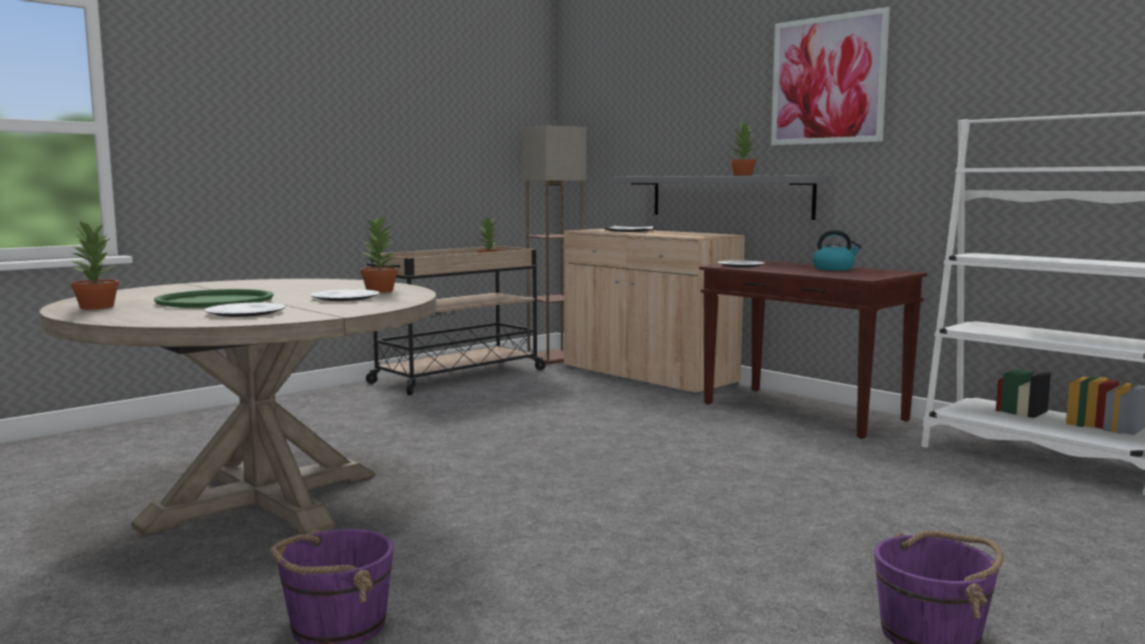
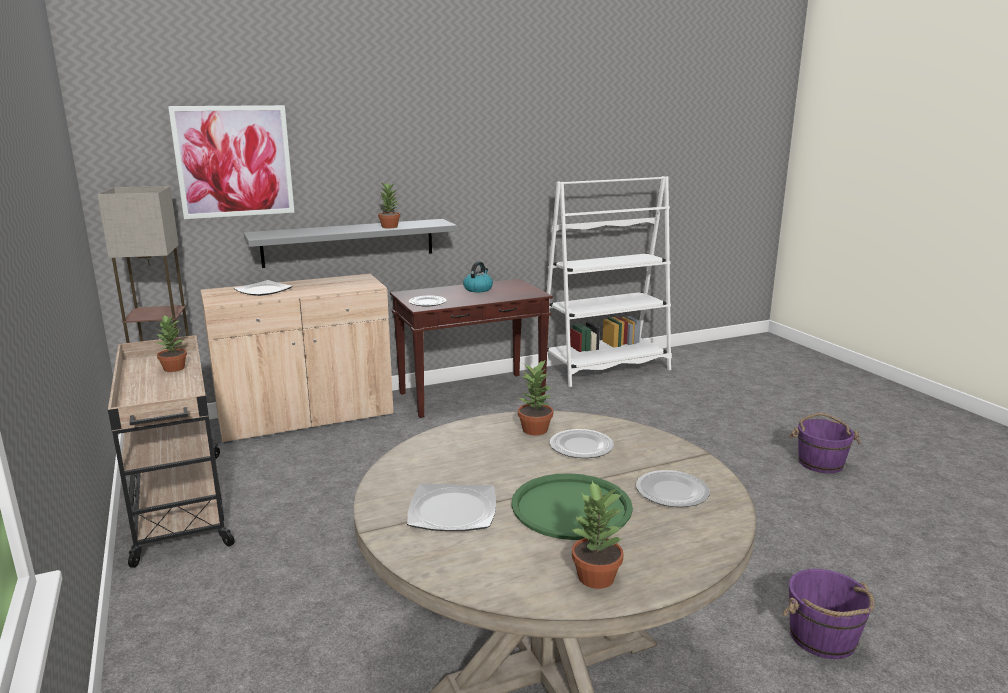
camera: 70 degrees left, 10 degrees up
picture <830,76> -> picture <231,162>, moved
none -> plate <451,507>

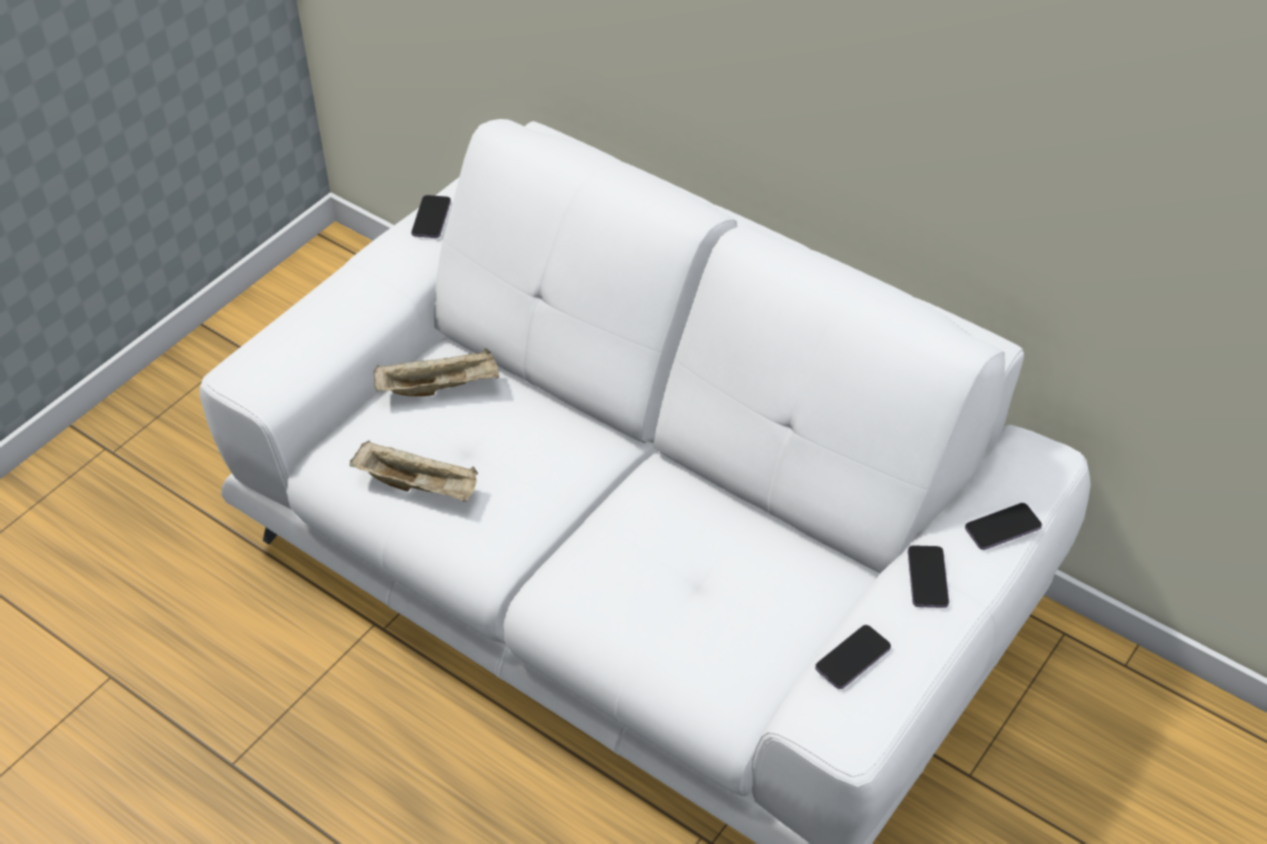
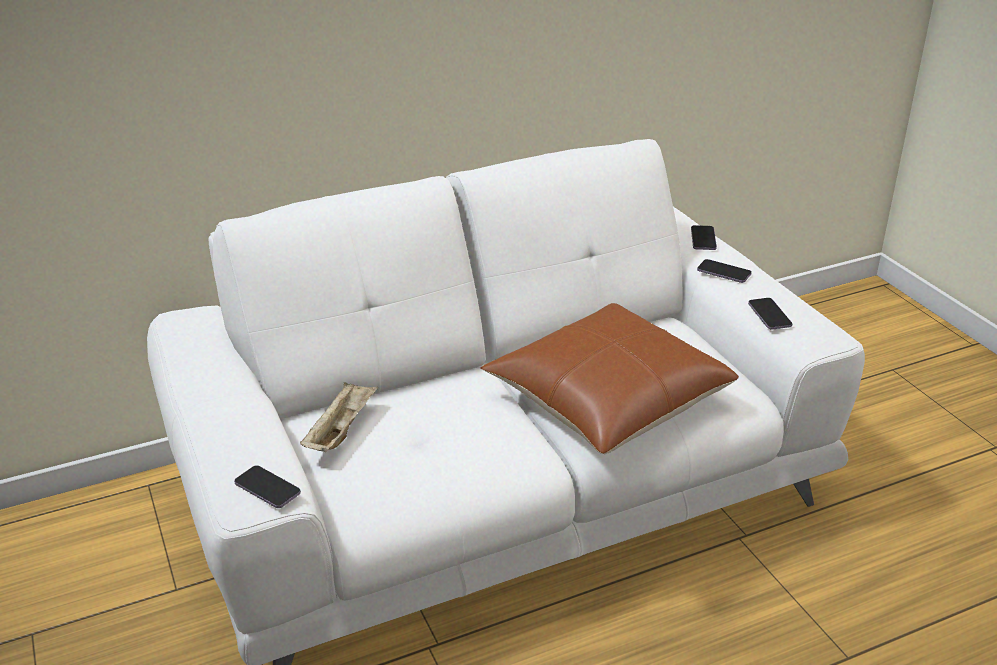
camera: 60 degrees left, 15 degrees down
beige tray <414,471> -> none
phone <431,216> -> phone <267,486>, moved
none -> brown pillow <609,378>

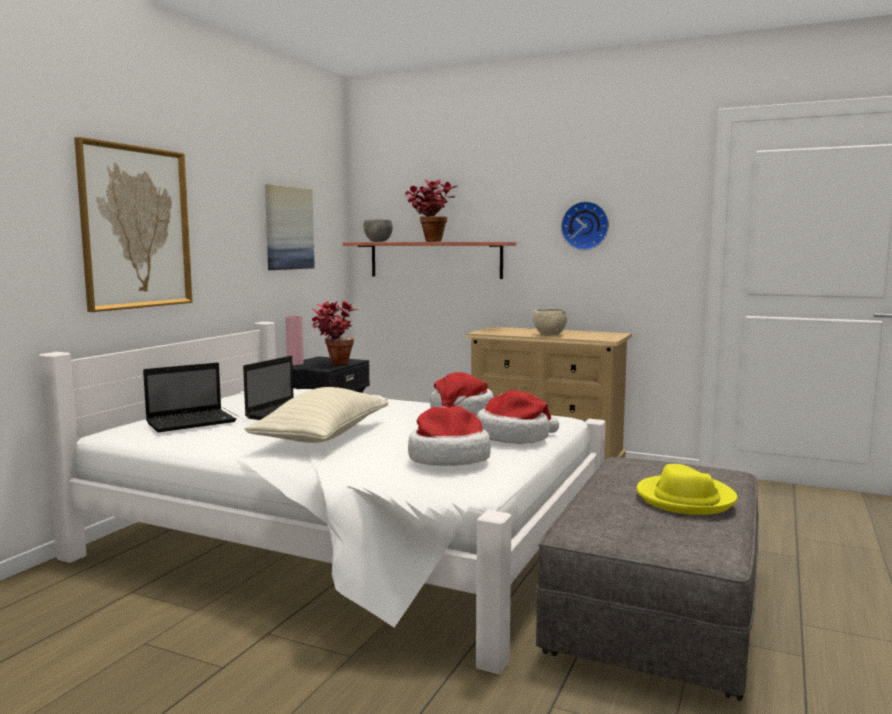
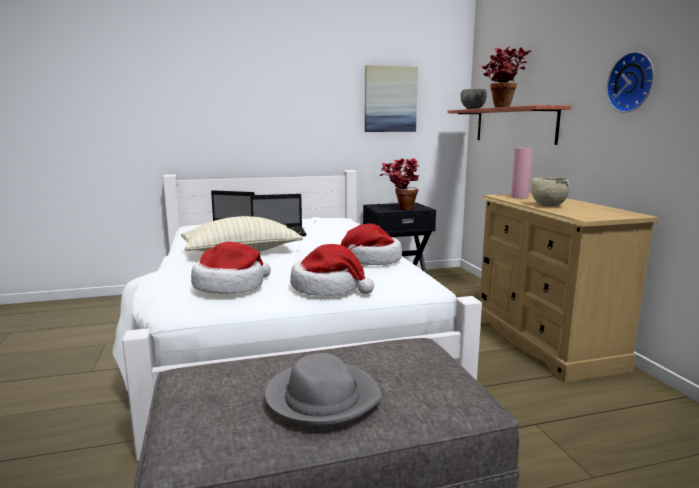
camera: 50 degrees right, 5 degrees up
picture <133,224> -> none
pink vase <294,340> -> pink vase <522,173>, moved
yellow hat <686,489> -> grey hat <323,390>

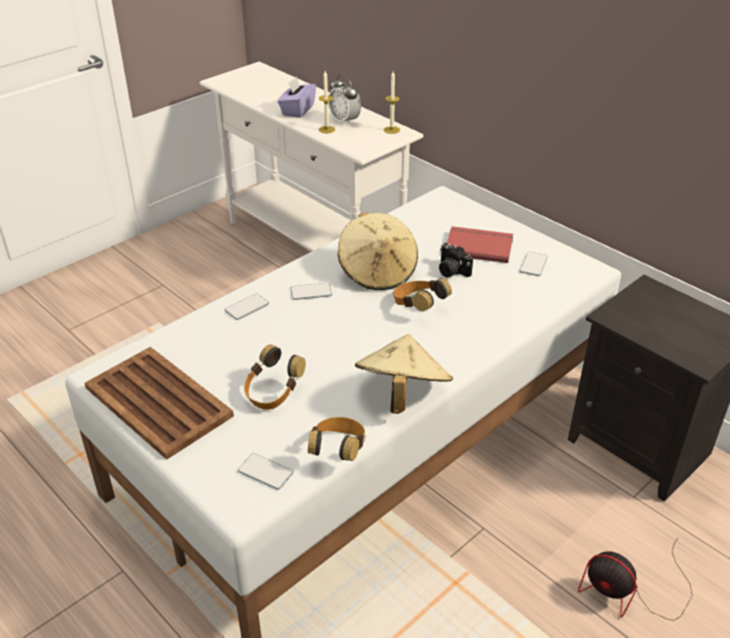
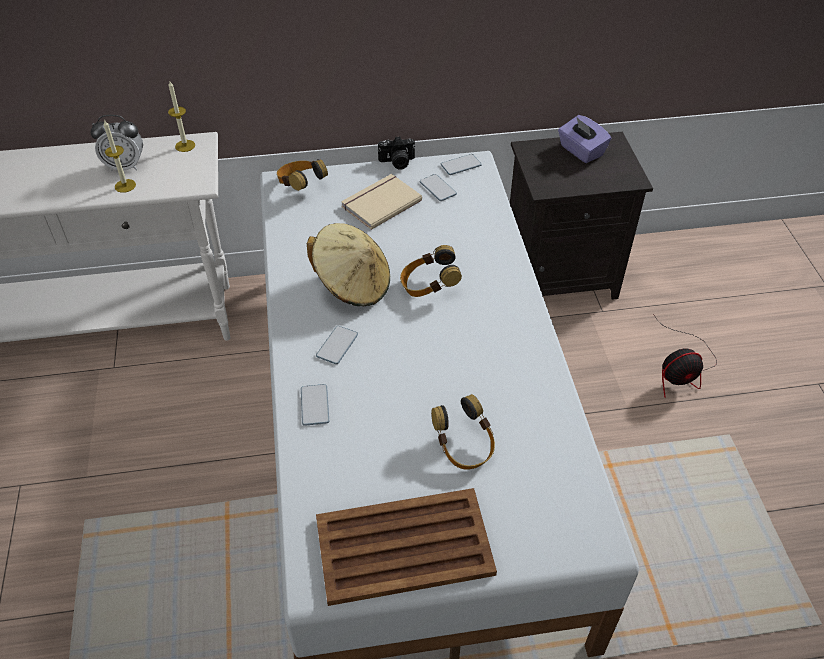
camera: 55 degrees left, 10 degrees up
phone <265,471> -> phone <461,164>, moved
purple tissue box <297,97> -> purple tissue box <584,139>, moved
headphones <337,439> -> headphones <302,175>, moved
beige hat <404,374> -> none
photo camera <456,260> -> photo camera <397,152>, moved
red book <480,244> -> beige book <381,202>

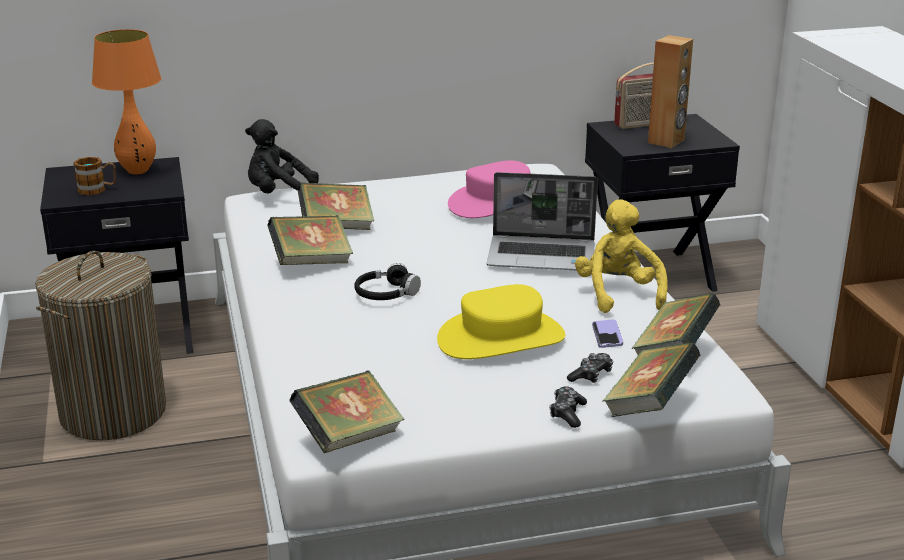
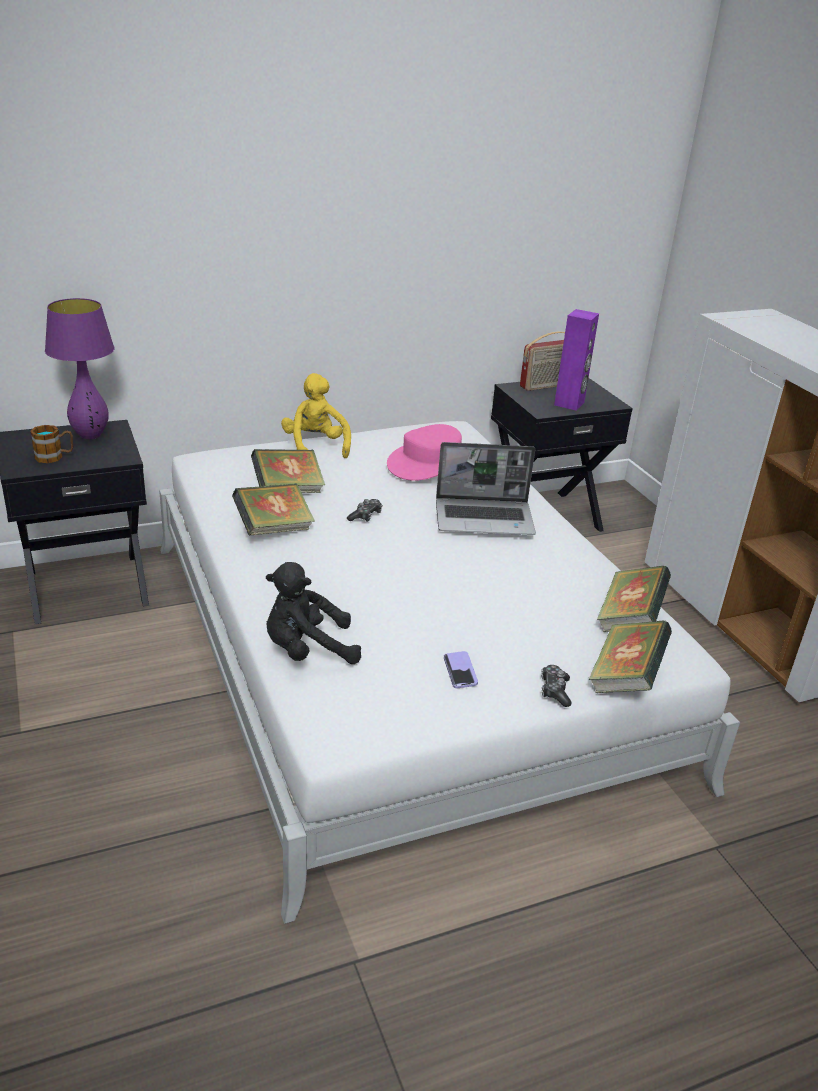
camera: 10 degrees left, 5 degrees up
laundry basket <100,345> -> none
orange table lamp <127,101> -> purple table lamp <79,368>
black plush toy <282,156> -> black plush toy <313,613>, moved
book <347,412> -> none
black headphones <387,281> -> none
yellow hat <501,321> -> none
game controller <590,368> -> game controller <364,510>, moved
yellow plush toy <621,256> -> yellow plush toy <316,415>, moved
phone <607,333> -> phone <461,669>, moved
brown speaker <670,91> -> purple speaker <576,360>

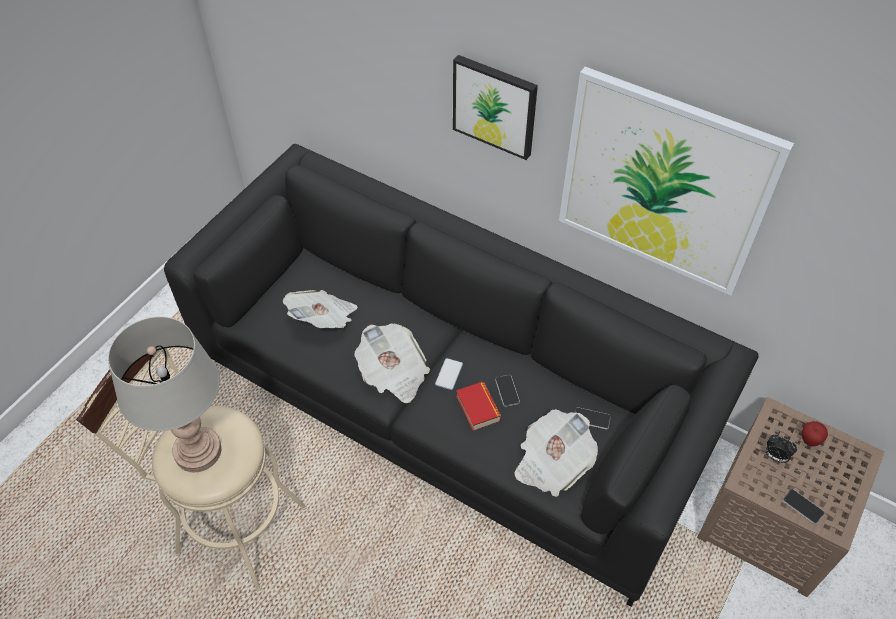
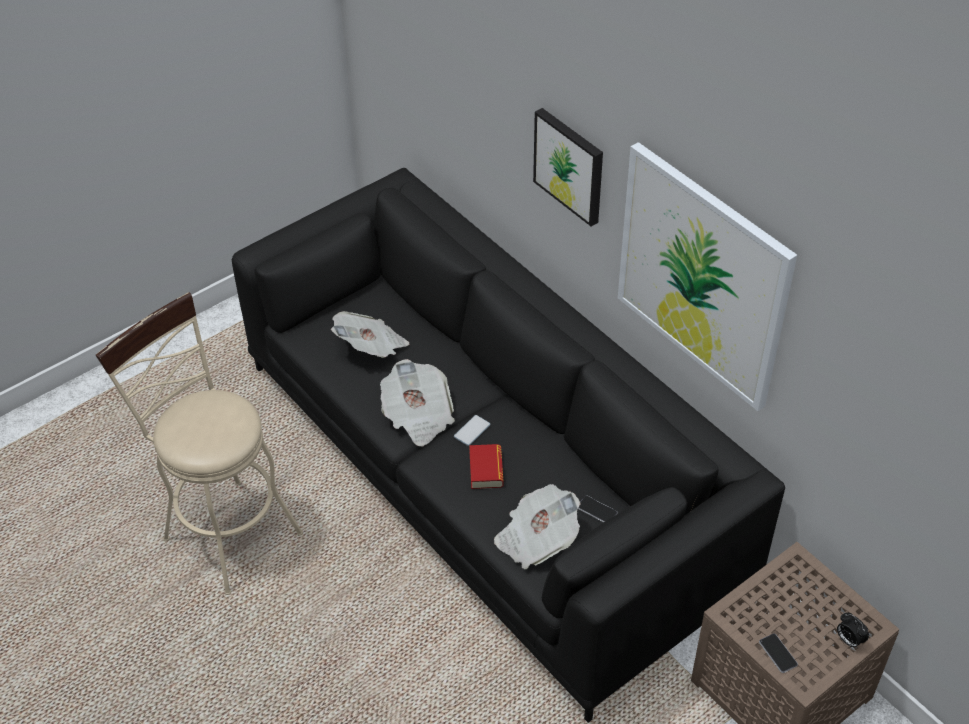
camera: 20 degrees right, 5 degrees down
grey table lamp <165,394> -> none
phone <507,391> -> none
alarm clock <781,449> -> alarm clock <853,630>, moved
apple <815,434> -> none

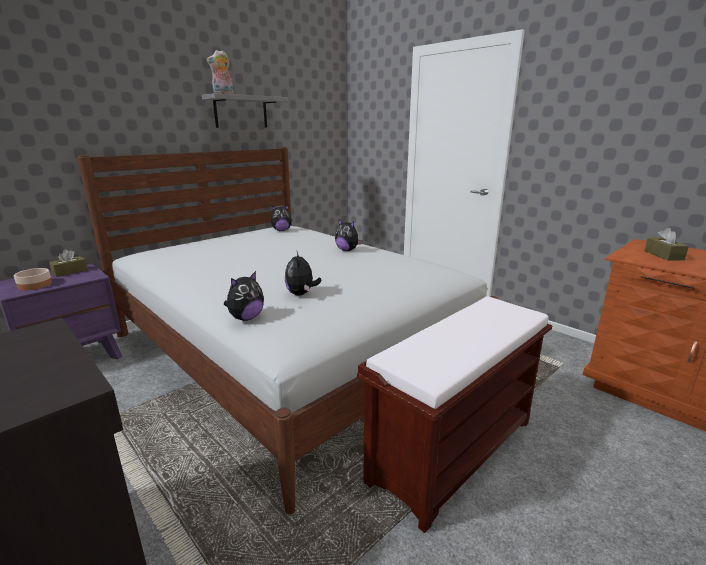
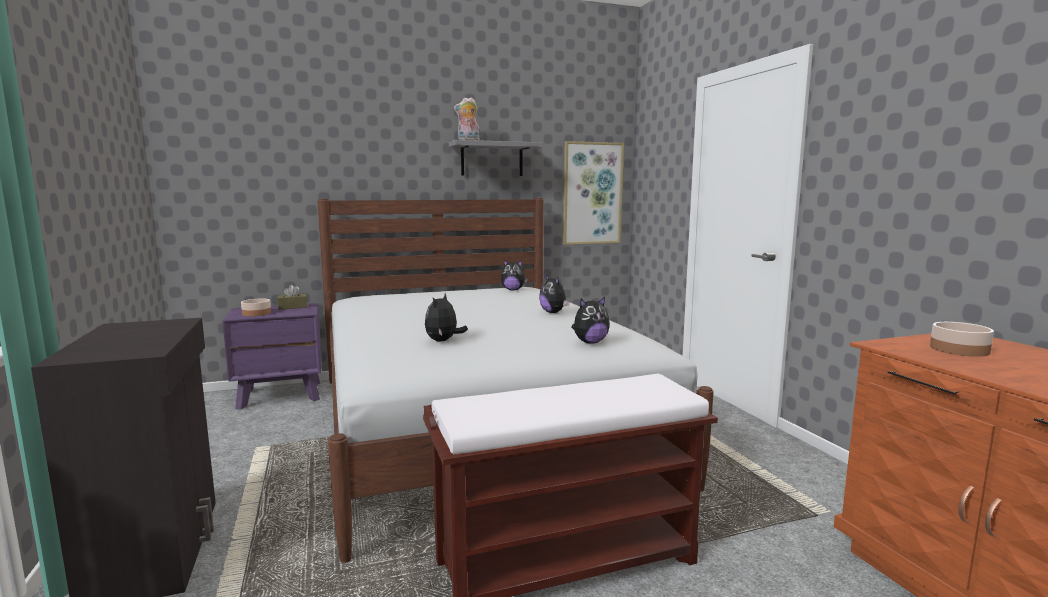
camera: 25 degrees right, 10 degrees down
plush toy <244,296> -> plush toy <590,320>, moved
brown tissue box <666,244> -> bowl <962,339>
none -> picture <593,193>

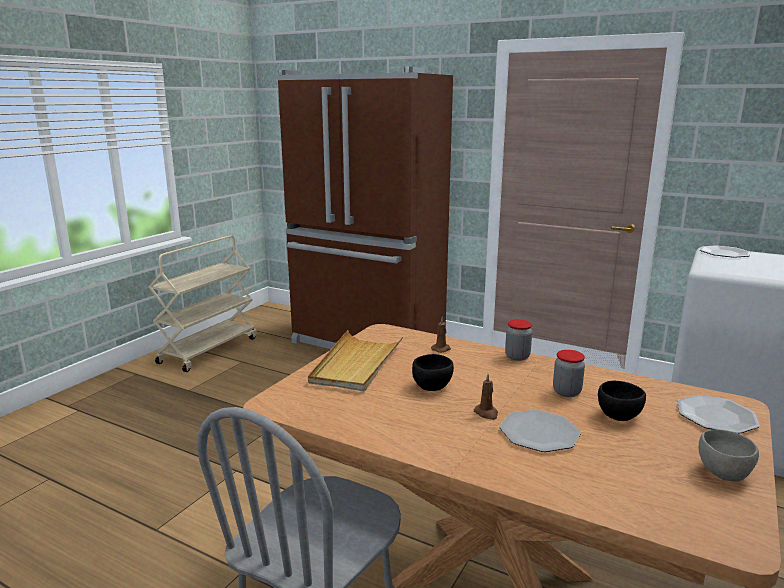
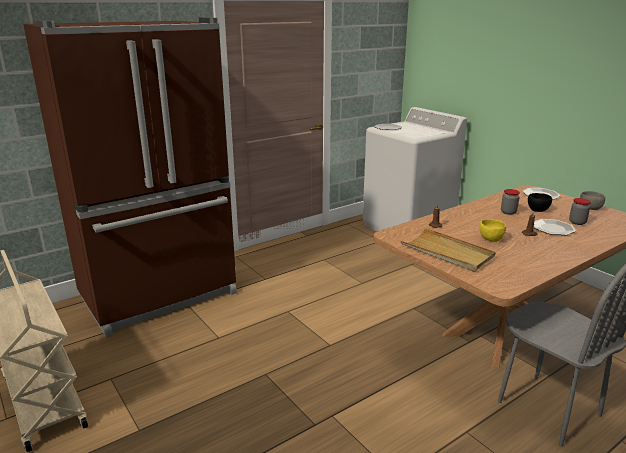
camera: 65 degrees left, 5 degrees up
black bowl <433,372> -> yellow bowl <492,230>
jar <518,340> -> jar <580,211>, moved

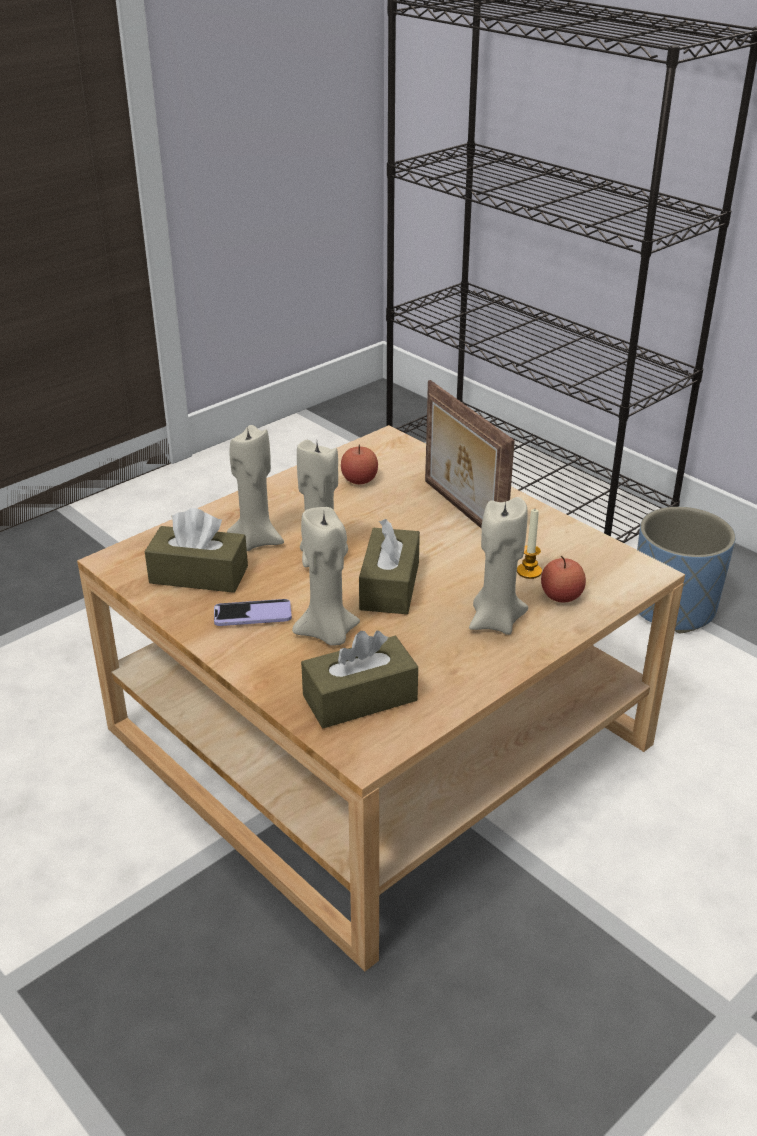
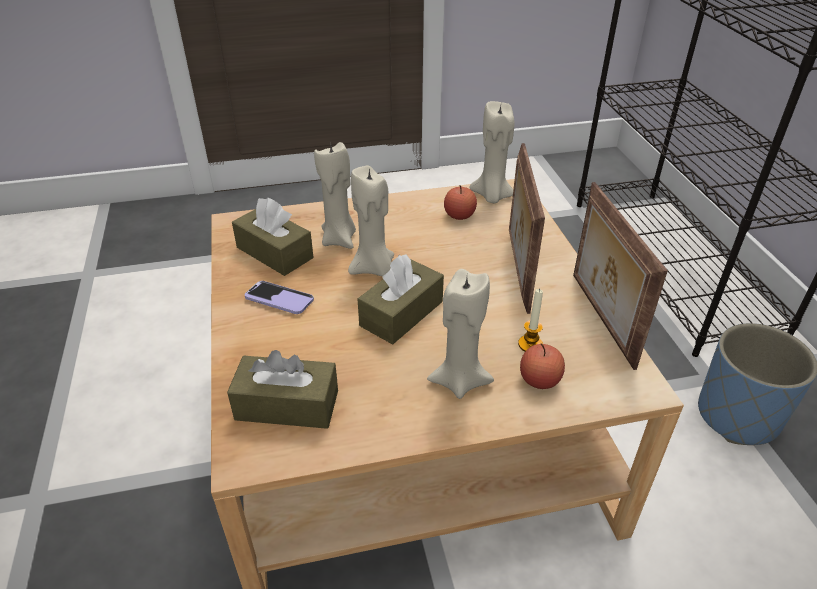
camera: 30 degrees right, 5 degrees up
beige candle <326,576> -> beige candle <492,152>, moved
none -> picture frame <620,276>

